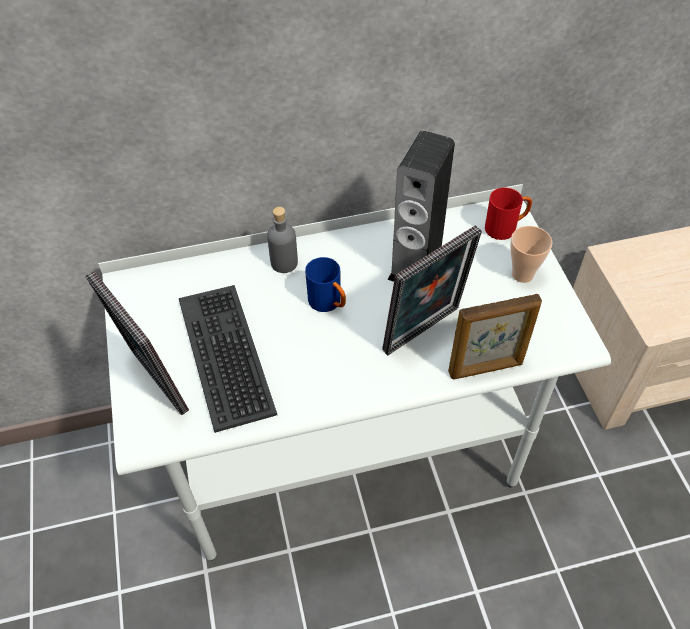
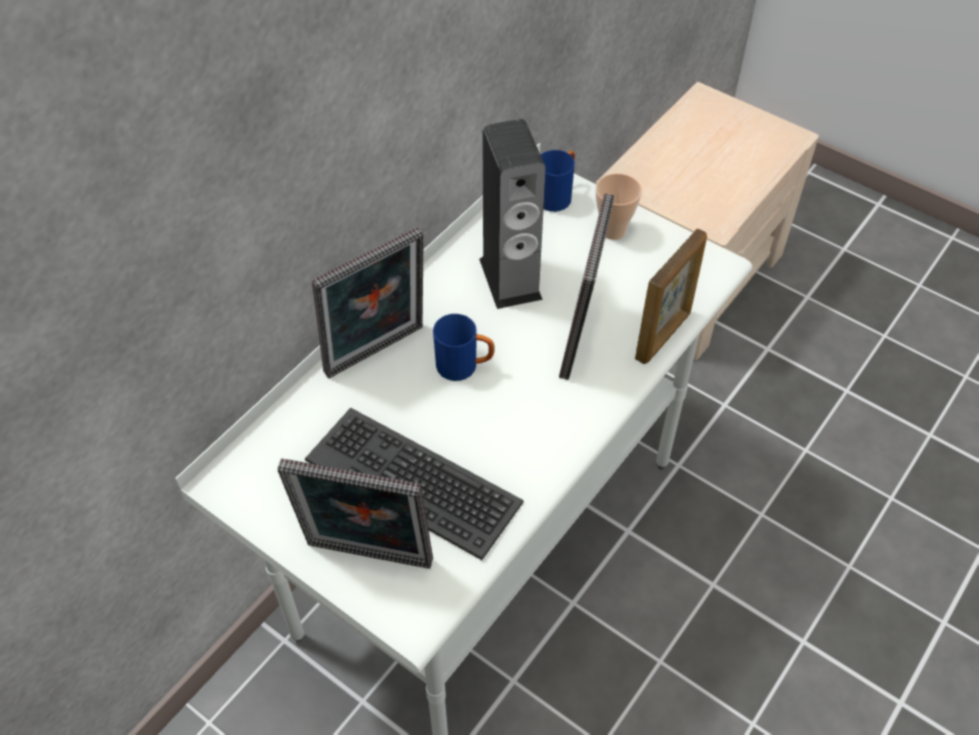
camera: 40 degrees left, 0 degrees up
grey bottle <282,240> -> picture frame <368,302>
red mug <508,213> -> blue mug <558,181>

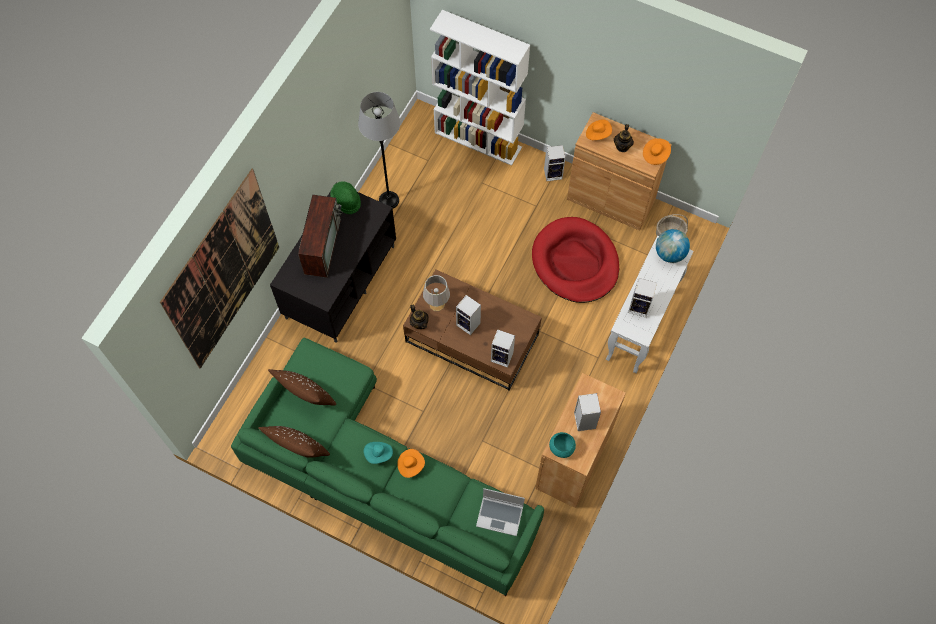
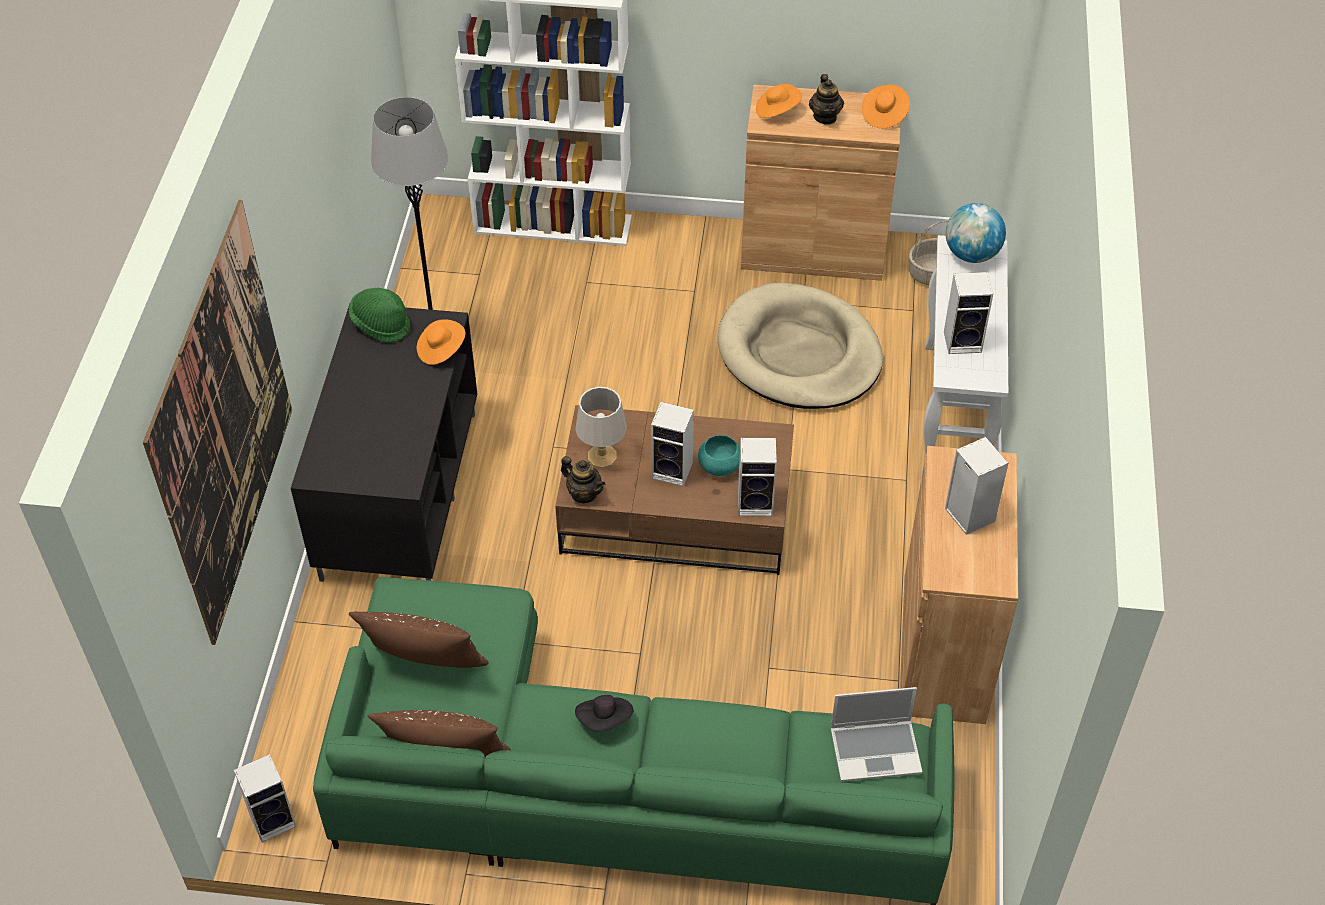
camera: 20 degrees left, 15 degrees down
television <320,236> -> none
turquoise hat <378,453> -> black hat <604,713>
orange hat <411,463> -> orange hat <441,342>, moved
red dog bed <575,260> -> beige dog bed <800,346>
speaker <554,163> -> speaker <265,798>, moved
turquoise bowl <562,445> -> turquoise bowl <719,455>, moved

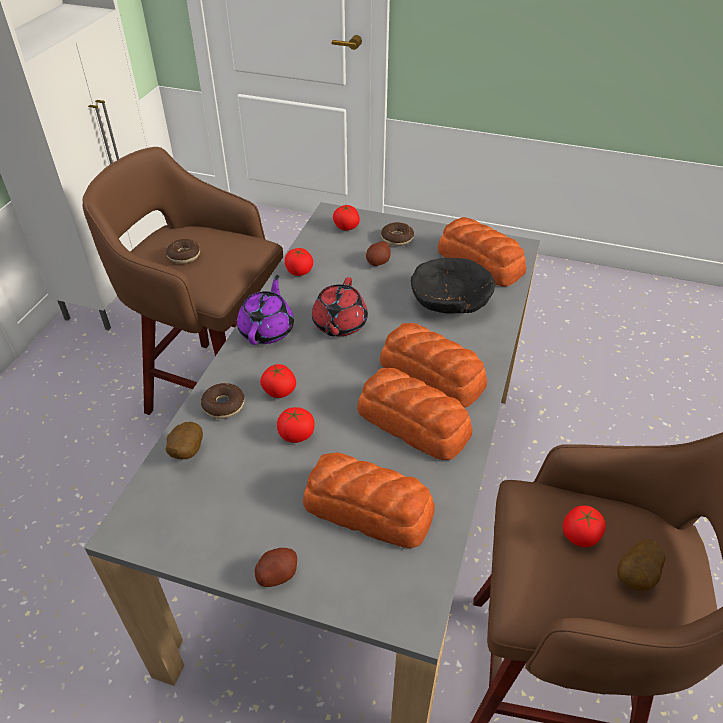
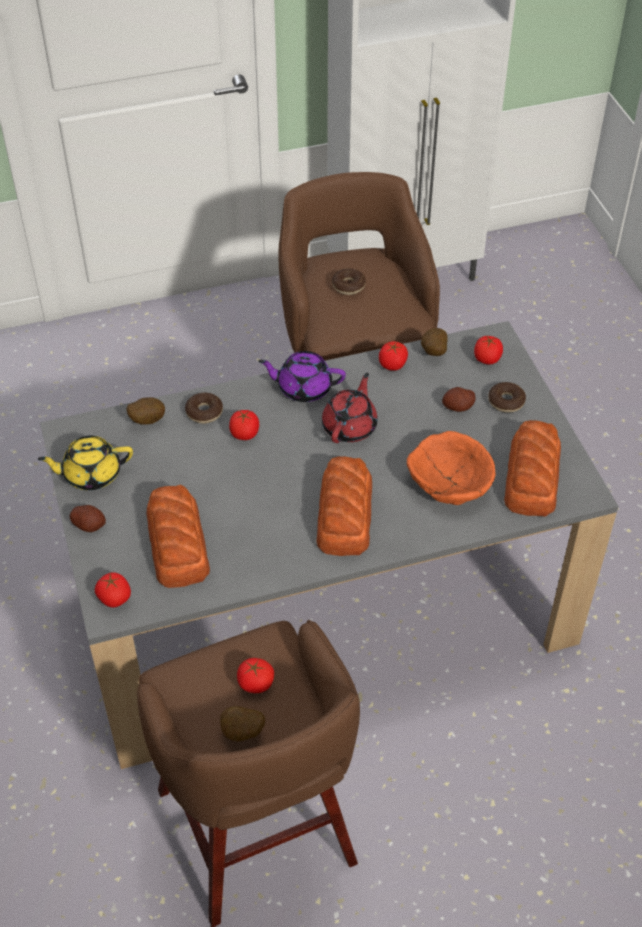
camera: 55 degrees right, 5 degrees up
purple teapot <265,310> -> purple teapot <302,376>, 150 degrees counterclockwise
tomato <296,425> -> tomato <113,590>, moved
red teapot <340,306> -> red teapot <350,408>, 135 degrees clockwise
bread <414,414> -> none
black bowl <453,286> -> orange bowl <451,468>
none -> yellow teapot <85,463>
none -> potato <434,342>

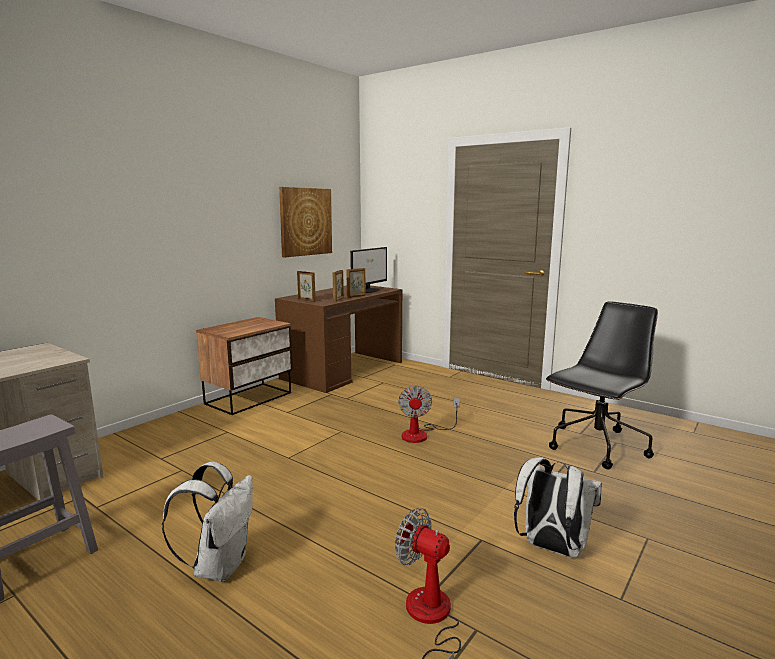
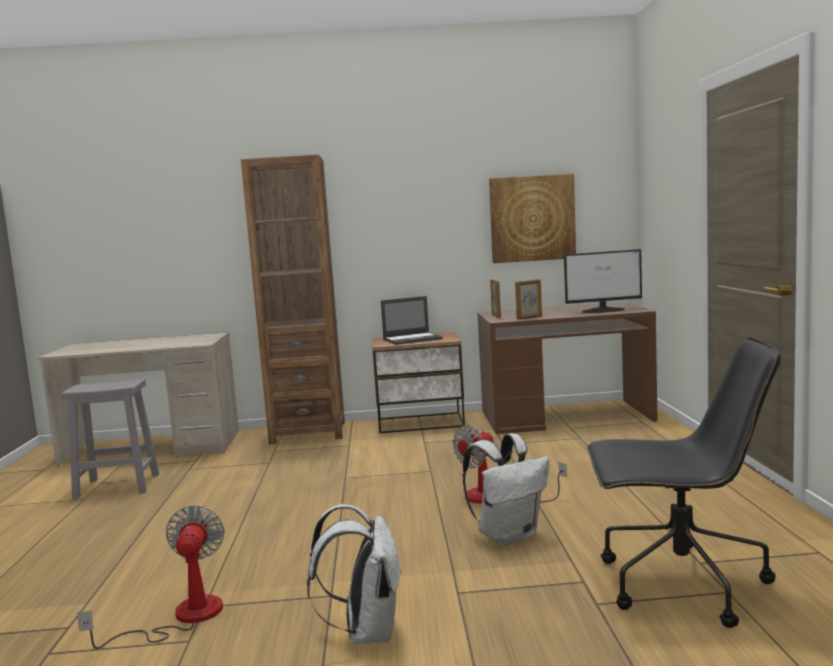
camera: 50 degrees right, 5 degrees down
white backpack <207,522> -> white backpack <506,489>, moved
picture frame <356,283> -> none
none -> brown bookcase <293,300>
none -> laptop <412,320>

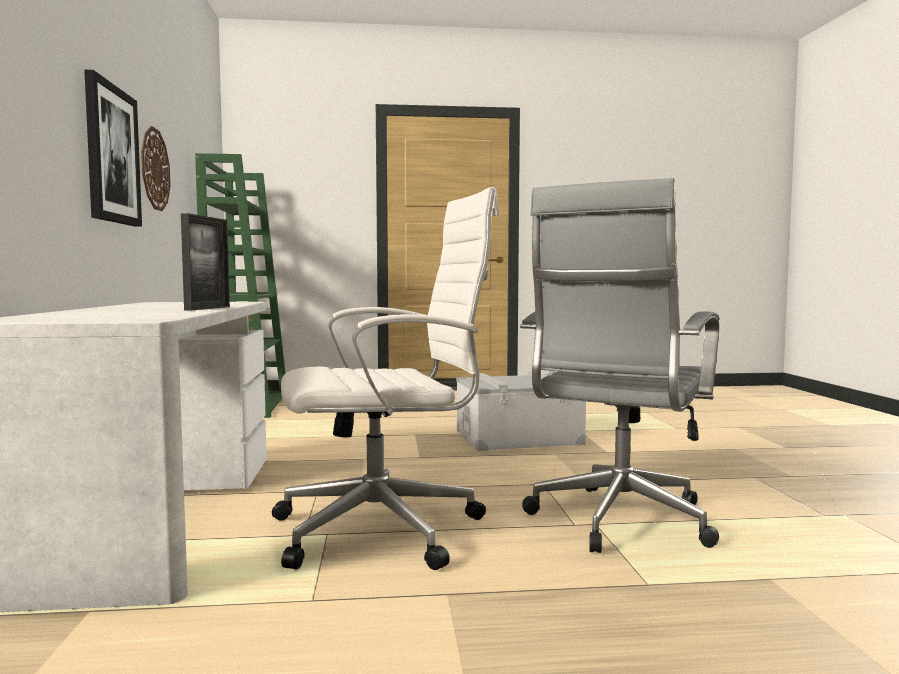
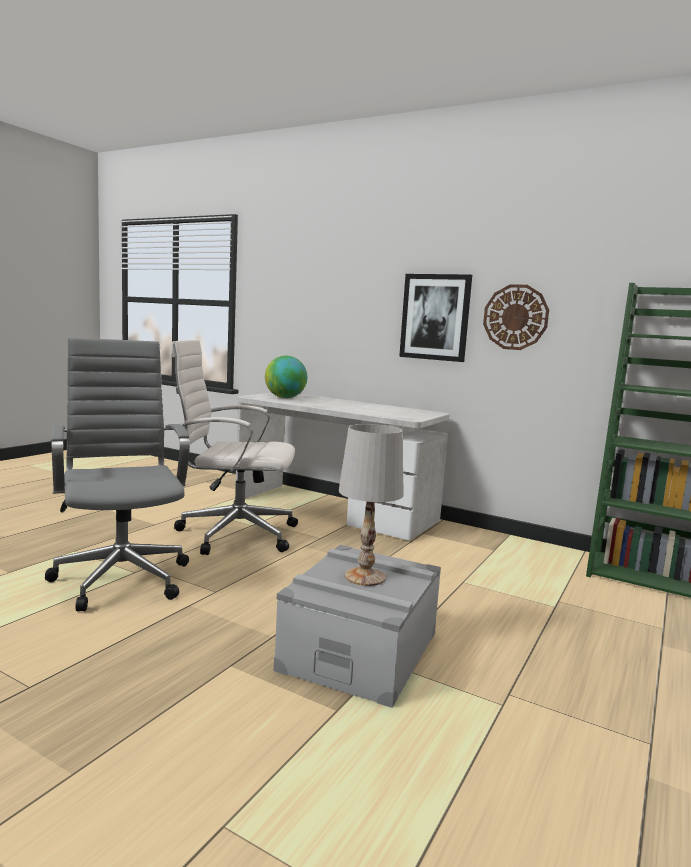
camera: 125 degrees right, 5 degrees up
picture frame <205,262> -> none
white office chair <385,378> -> white office chair <234,447>, 75 degrees clockwise
none -> globe <286,377>
none -> white table lamp <371,505>

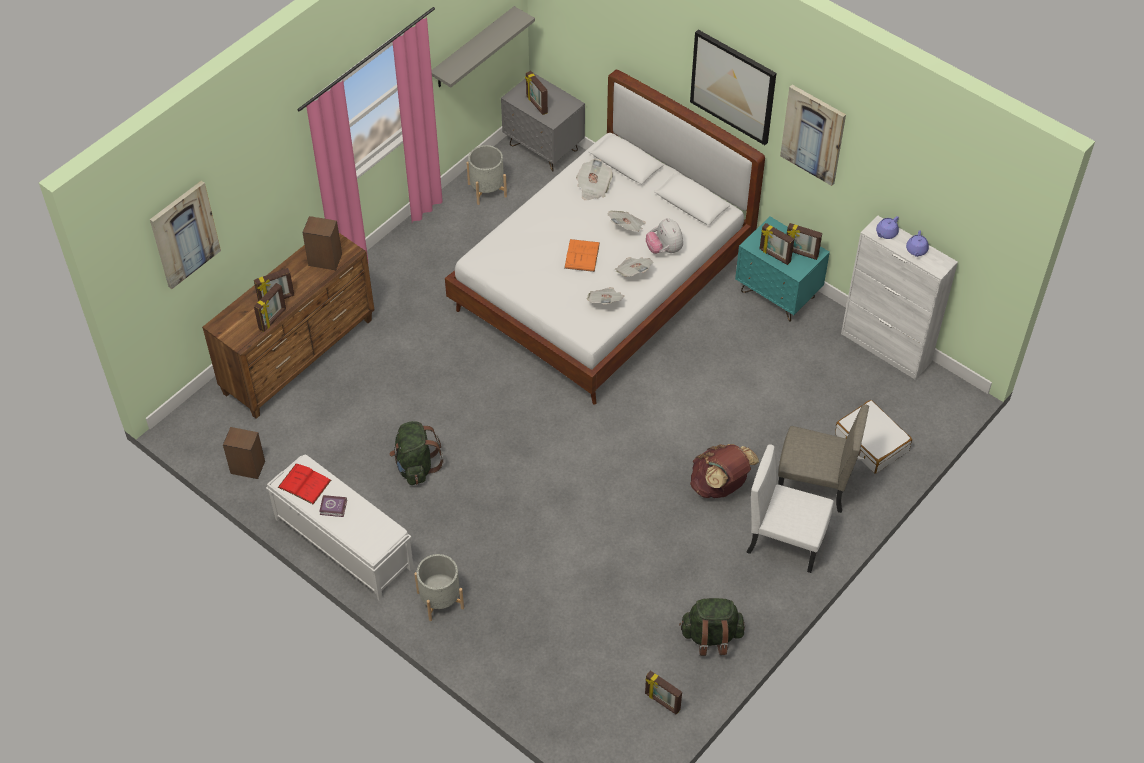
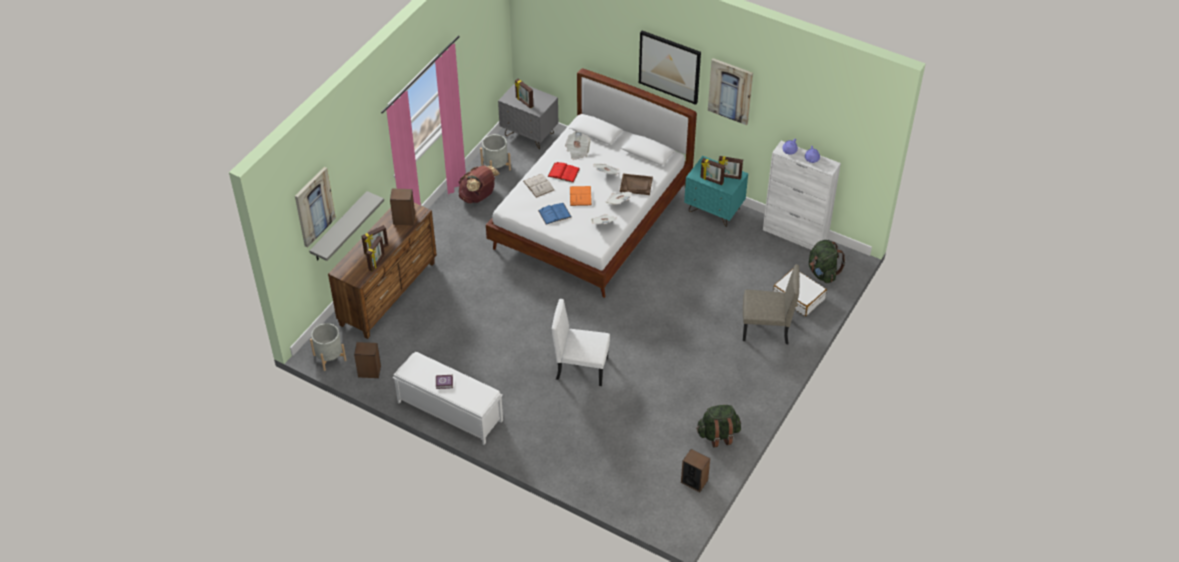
camera: 10 degrees left, 5 degrees down
red book <304,484> -> red book <564,172>, moved
green backpack <416,453> -> green backpack <827,261>, moved
grey planter <439,587> -> grey planter <328,347>, moved
grey shelf <483,47> -> grey shelf <346,226>, moved
picture frame <663,693> -> speaker <695,470>
plush toy <664,236> -> brown tray <636,184>
brown backpack <724,471> -> brown backpack <479,184>, moved
white chair <790,508> -> white chair <581,342>, moved
none -> white book <538,186>
none -> blue book <554,214>

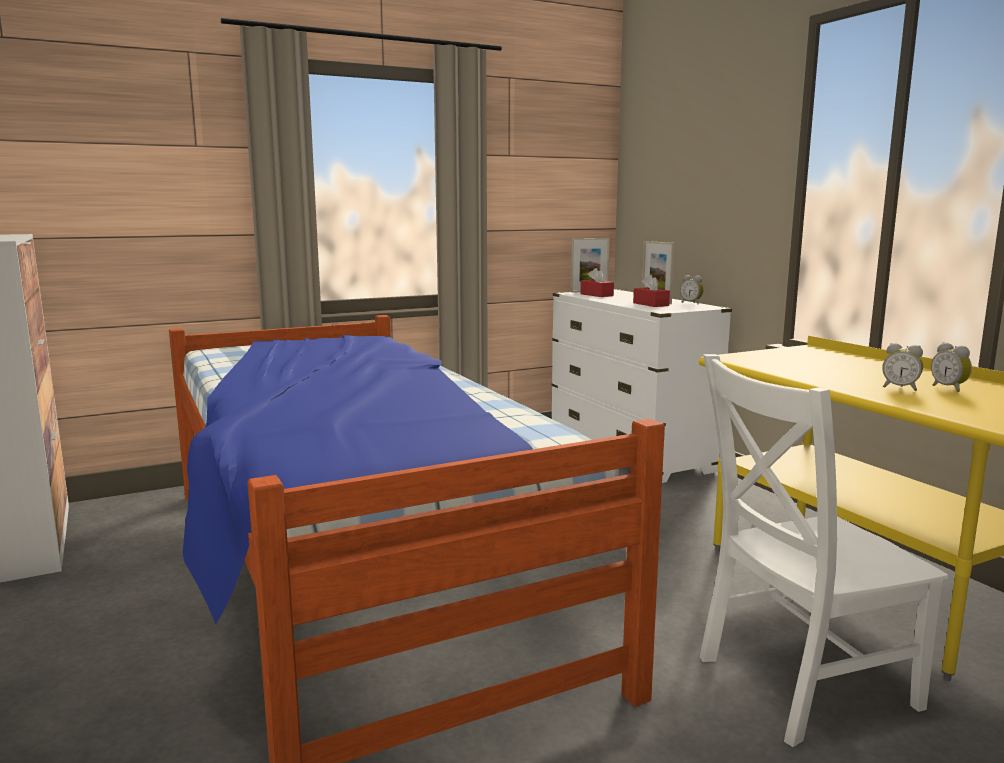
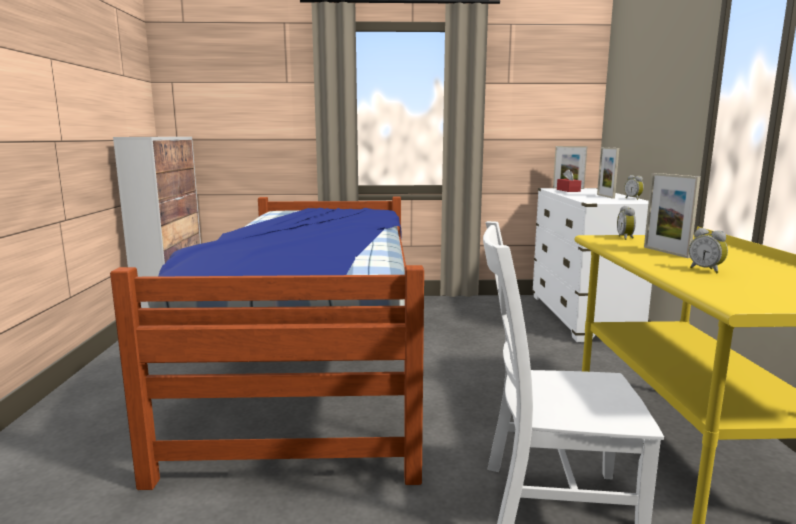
camera: 25 degrees right, 0 degrees up
red tissue box <651,291> -> none
alarm clock <951,367> -> alarm clock <626,223>, moved
none -> picture frame <672,215>

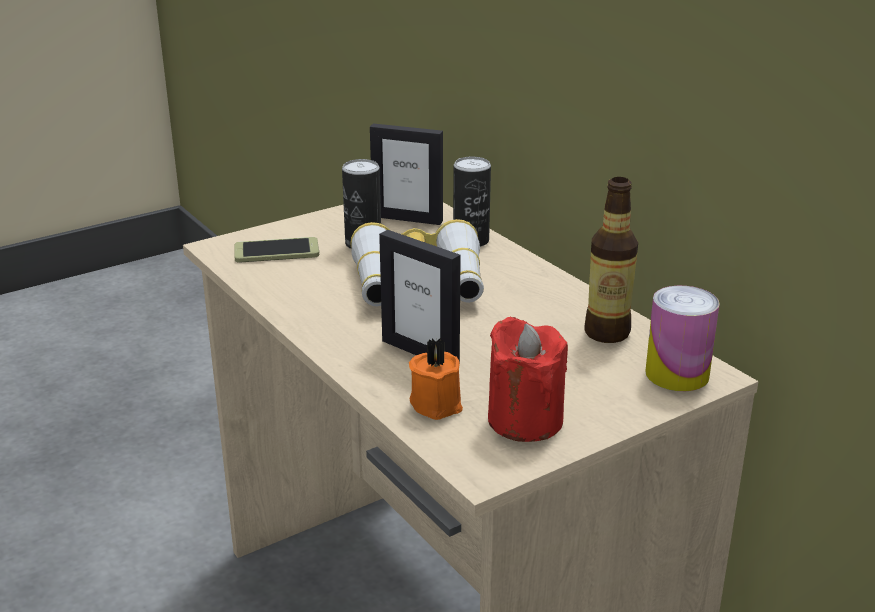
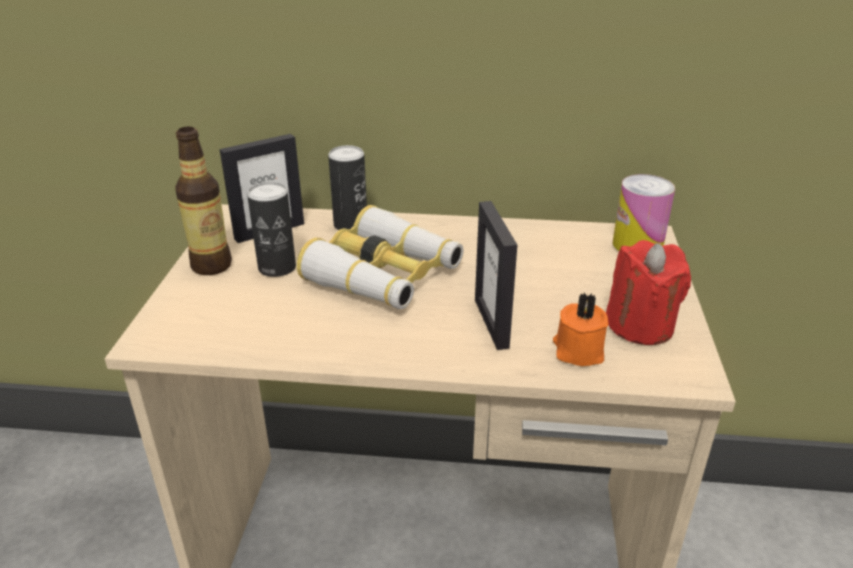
camera: 50 degrees left, 5 degrees up
phone <277,250> -> none
picture frame <420,297> -> picture frame <496,275>, 90 degrees clockwise
bottle <611,260> -> bottle <203,201>, moved

